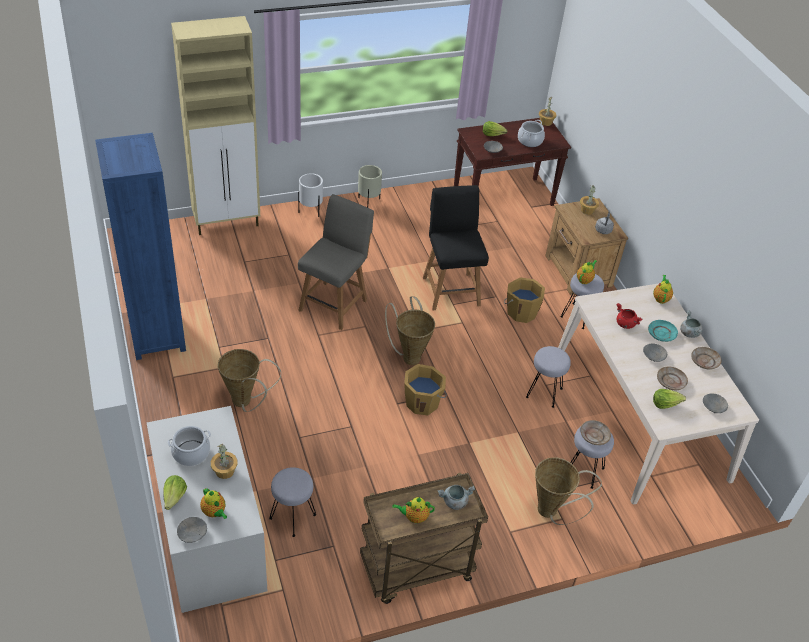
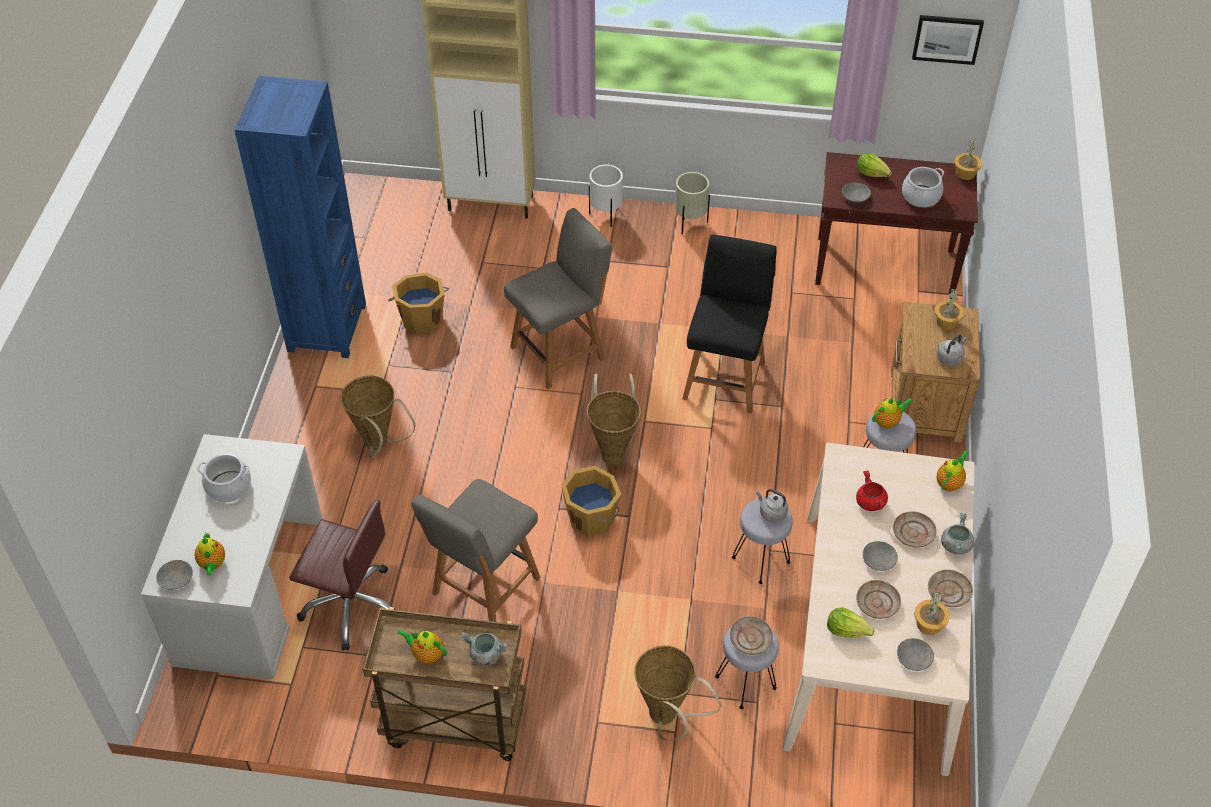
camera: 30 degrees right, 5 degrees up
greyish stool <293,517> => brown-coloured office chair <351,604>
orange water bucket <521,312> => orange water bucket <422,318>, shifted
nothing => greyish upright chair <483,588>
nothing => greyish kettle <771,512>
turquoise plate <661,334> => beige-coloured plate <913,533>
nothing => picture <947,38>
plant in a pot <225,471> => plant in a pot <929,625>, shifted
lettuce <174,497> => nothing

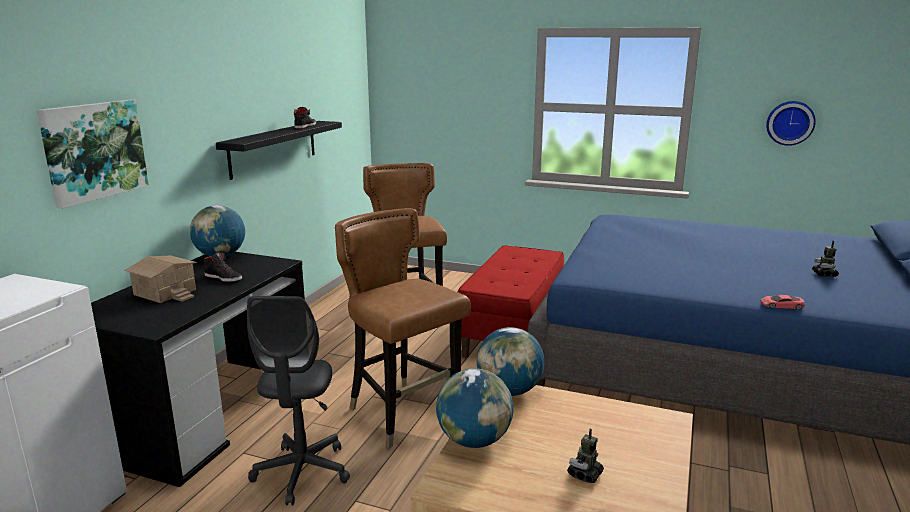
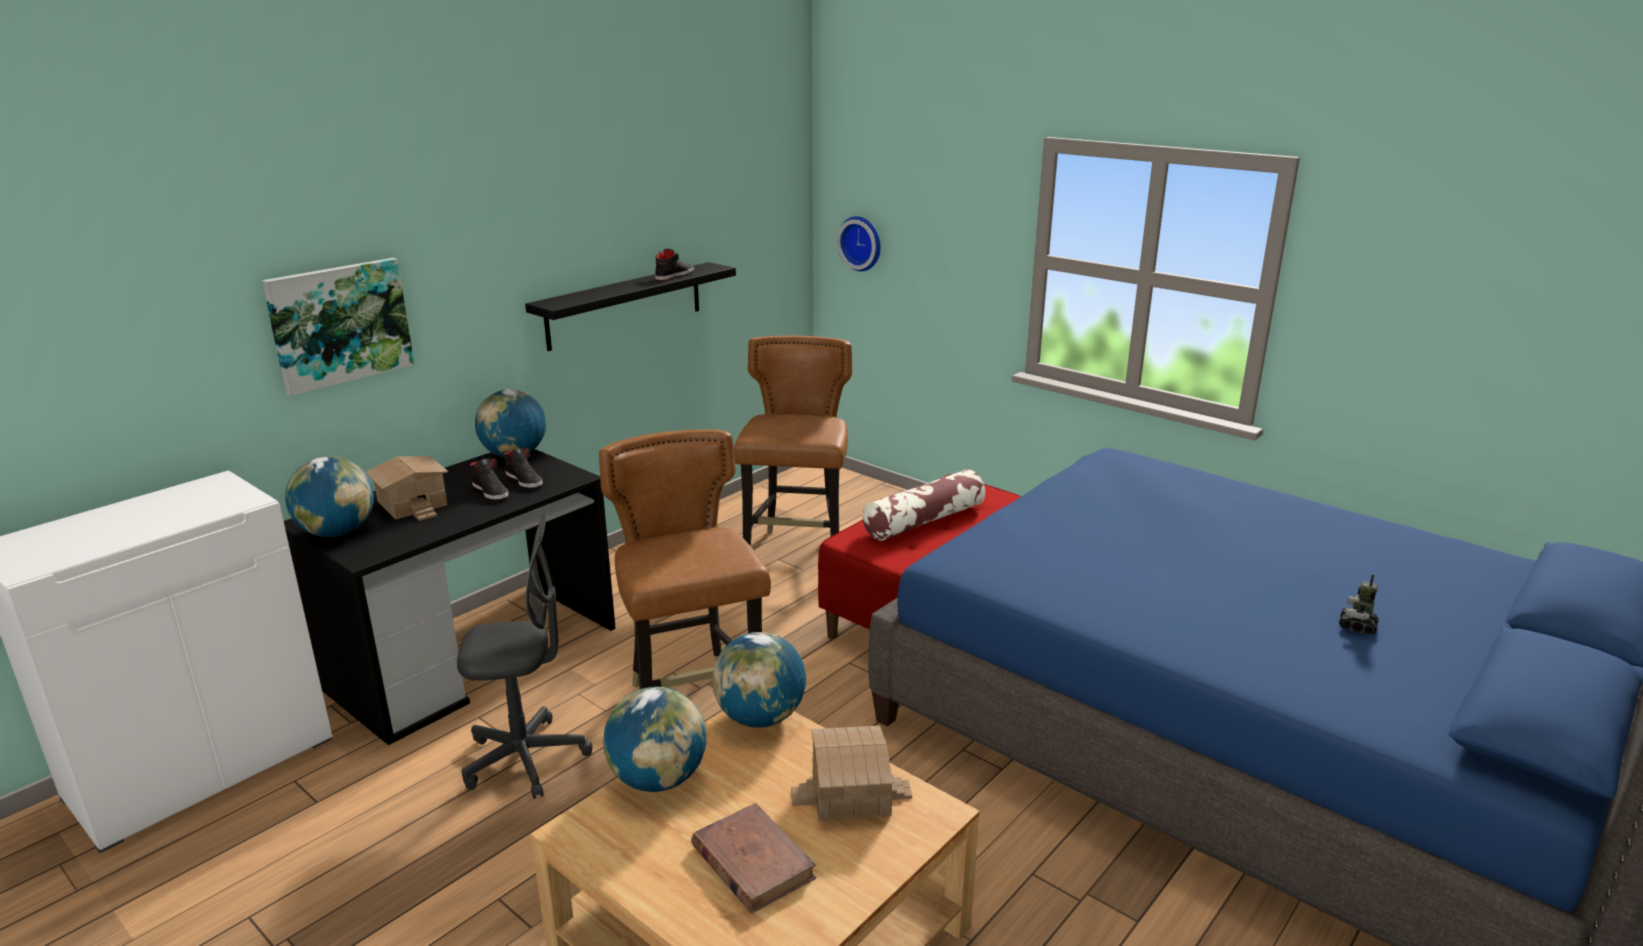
camera: 20 degrees right, 5 degrees up
nothing => globe <337,532>
greyish office chair <302,472> => greyish office chair <526,759>, 120 degrees counterclockwise
nothing => black-coloured low shoe <524,480>
toy robot <585,474> => brown-coloured bound book <752,862>
nothing => toy house <851,795>
wall clock <790,123> => wall clock <862,243>, shifted
nothing => pillow <924,521>
reddish toy car <781,305> => nothing

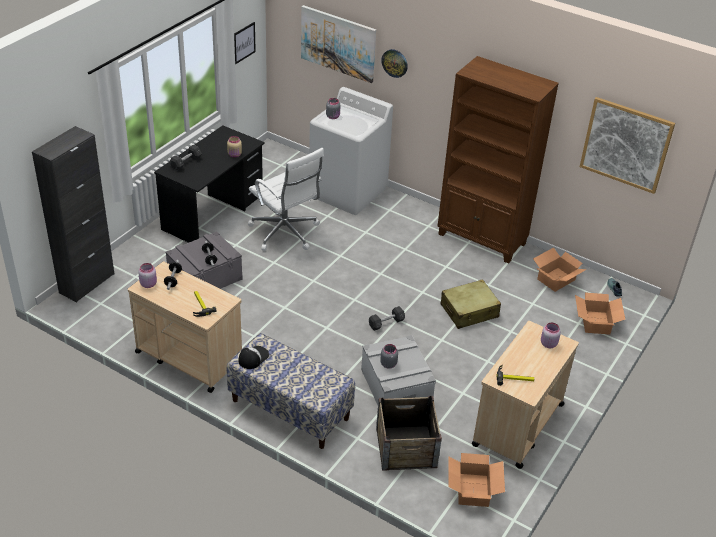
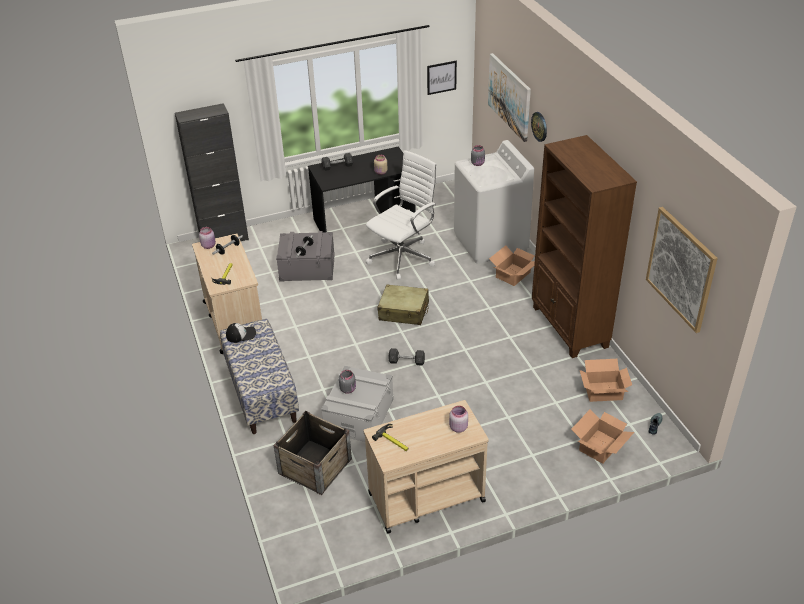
camera: 40 degrees right, 0 degrees up
white office chair <285,233> => white office chair <403,257>, 135 degrees counterclockwise
beige-coloured suitcase <469,311> => beige-coloured suitcase <404,311>, shifted
carton <472,490> => carton <512,275>, shifted

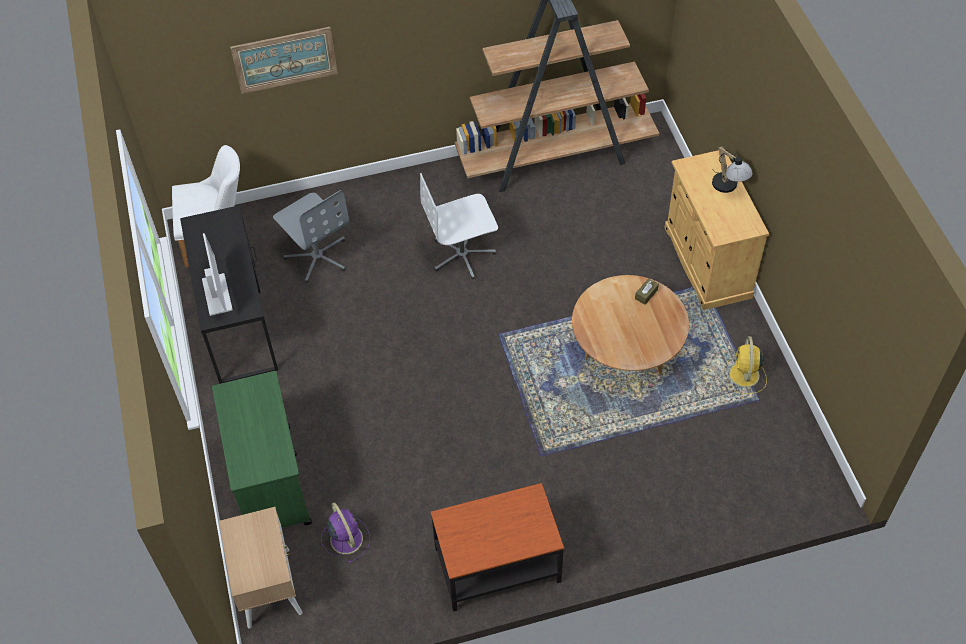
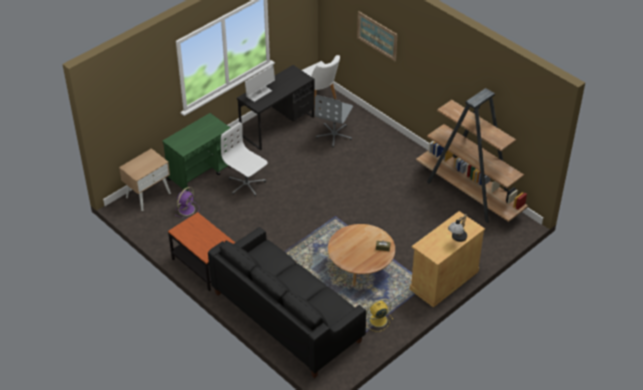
camera: 60 degrees right, 10 degrees down
nothing => black-coloured couch <286,317>
white office chair <462,255> => white office chair <246,184>, shifted

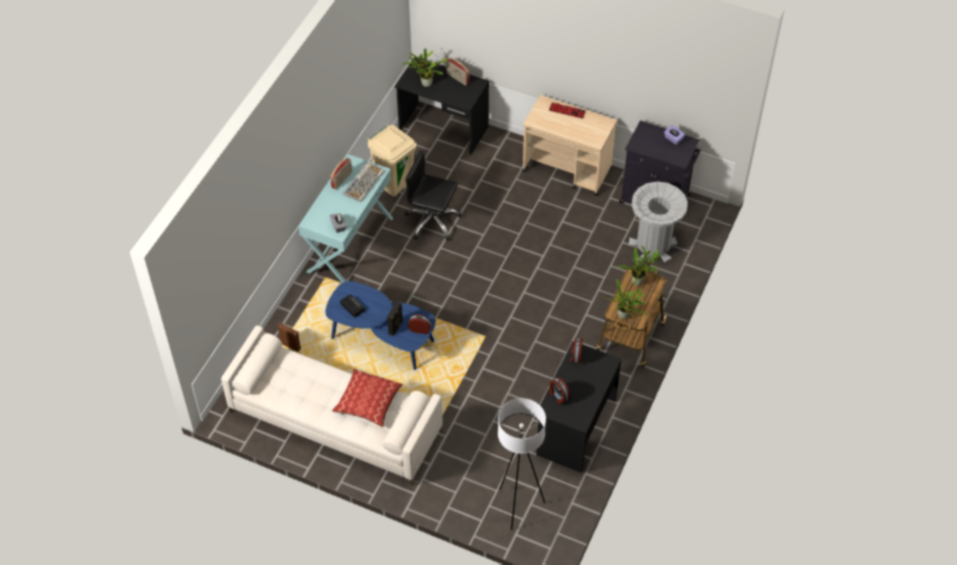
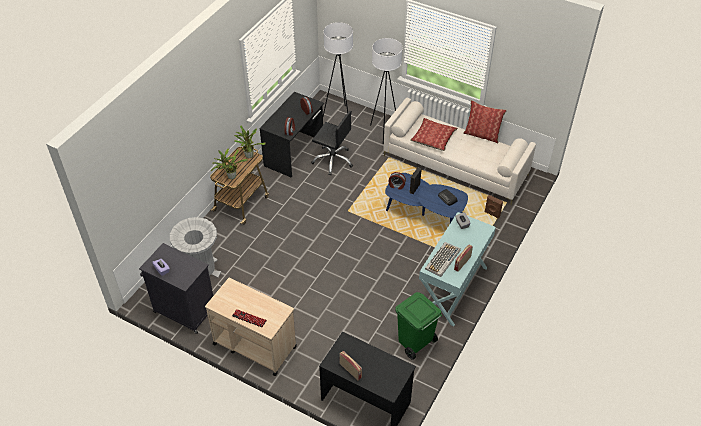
camera: 175 degrees left, 5 degrees down
black-coloured office chair <432,222> => black-coloured office chair <333,160>, shifted
nothing => white standing lamp <383,132>
beige-coloured rubbish bin <394,183> => green-coloured rubbish bin <415,343>
nothing => pillow <482,134>
plant in a pot <425,83> => nothing

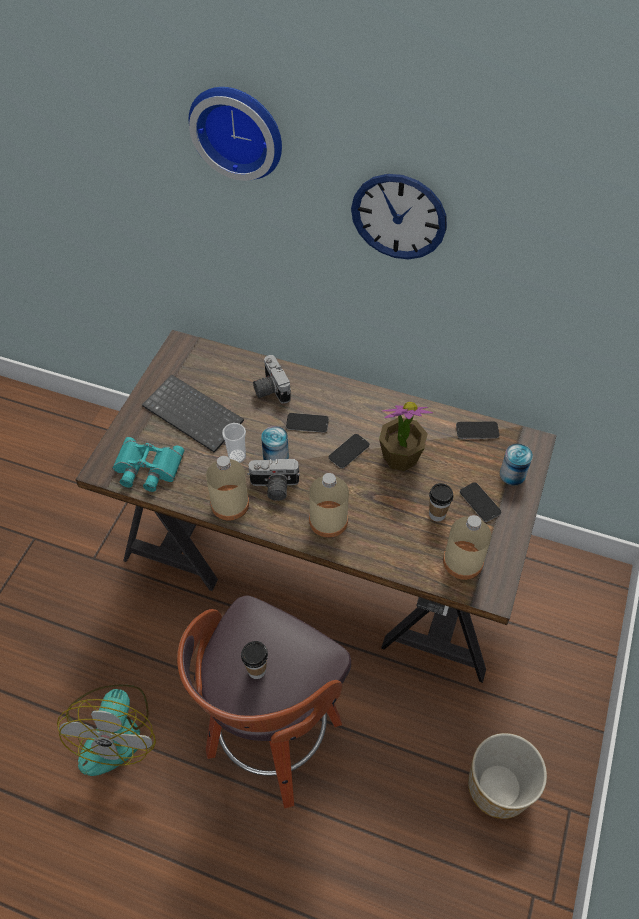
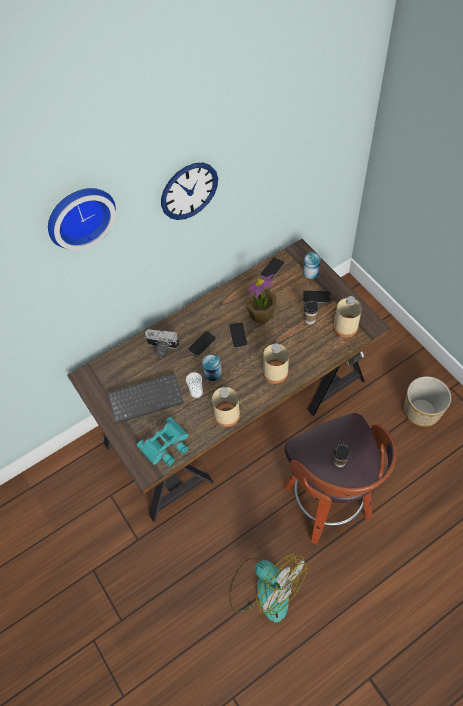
camera: 50 degrees left, 5 degrees up
still camera <274,488> => nothing

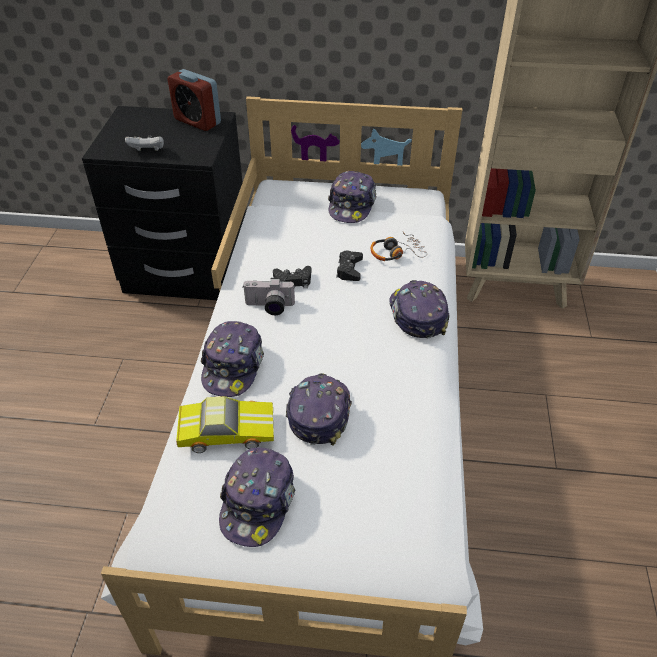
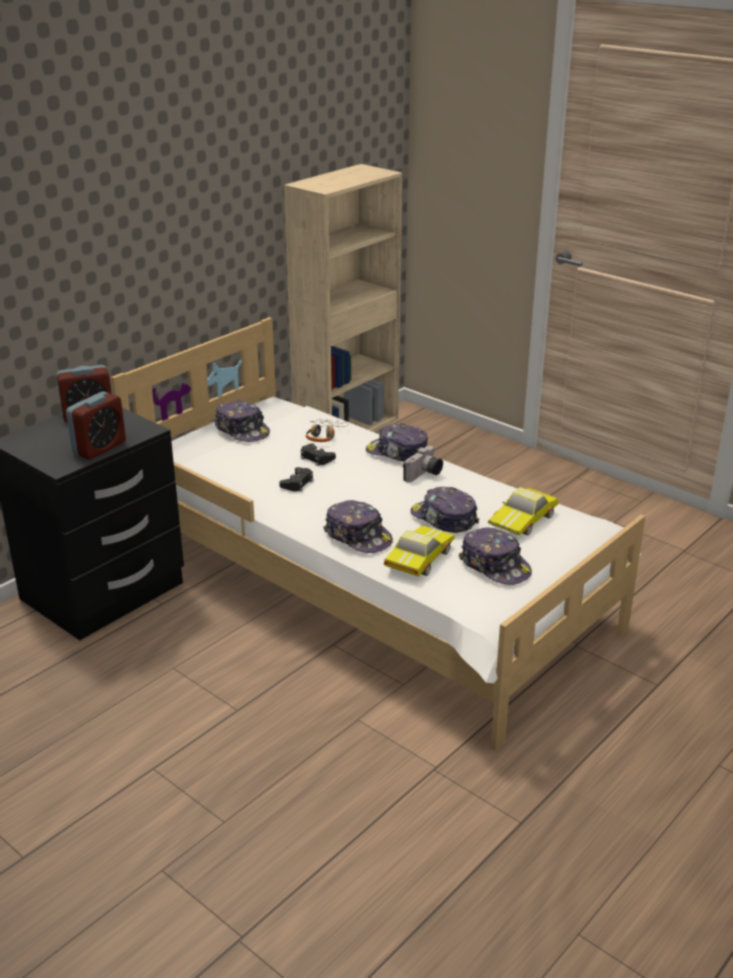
camera: 55 degrees left, 15 degrees down
white joypad <148,151> => bedside clock <99,448>
still camera <269,307> => still camera <424,475>, shifted
nothing => toy car <524,520>

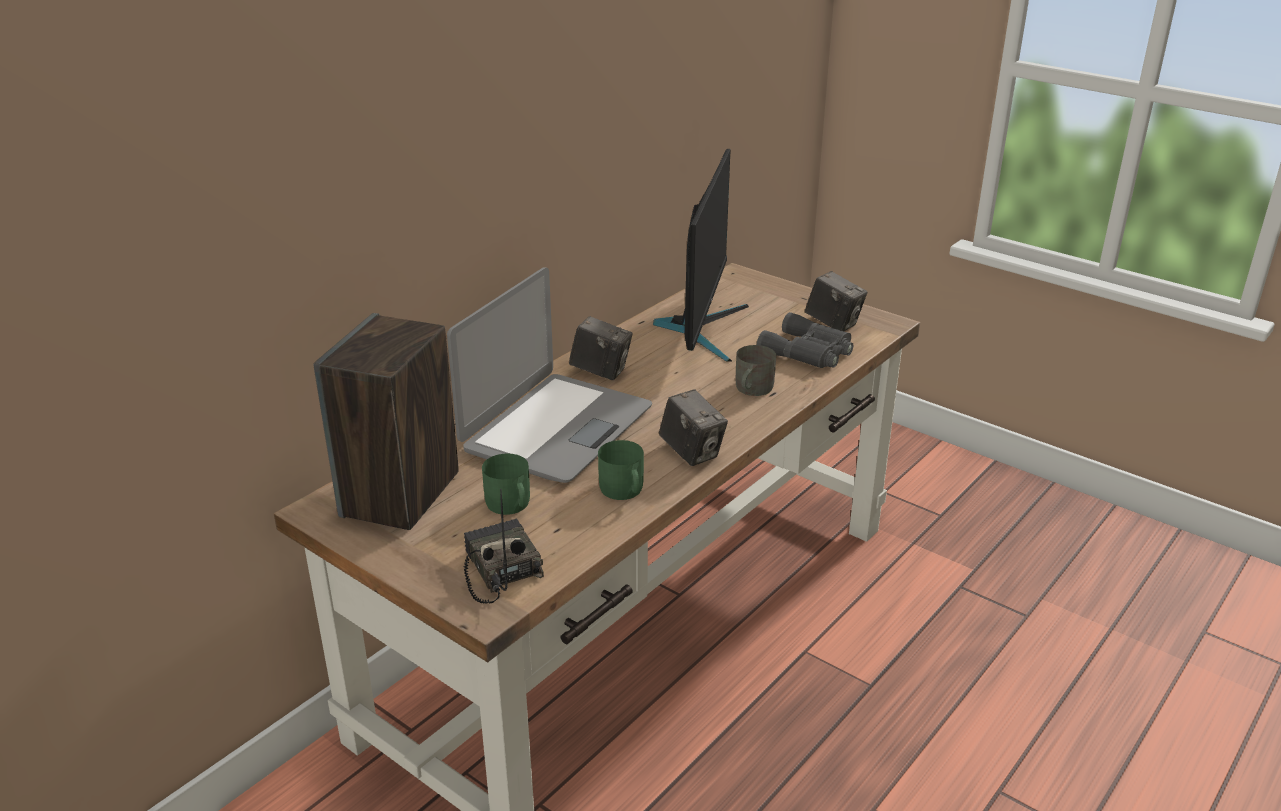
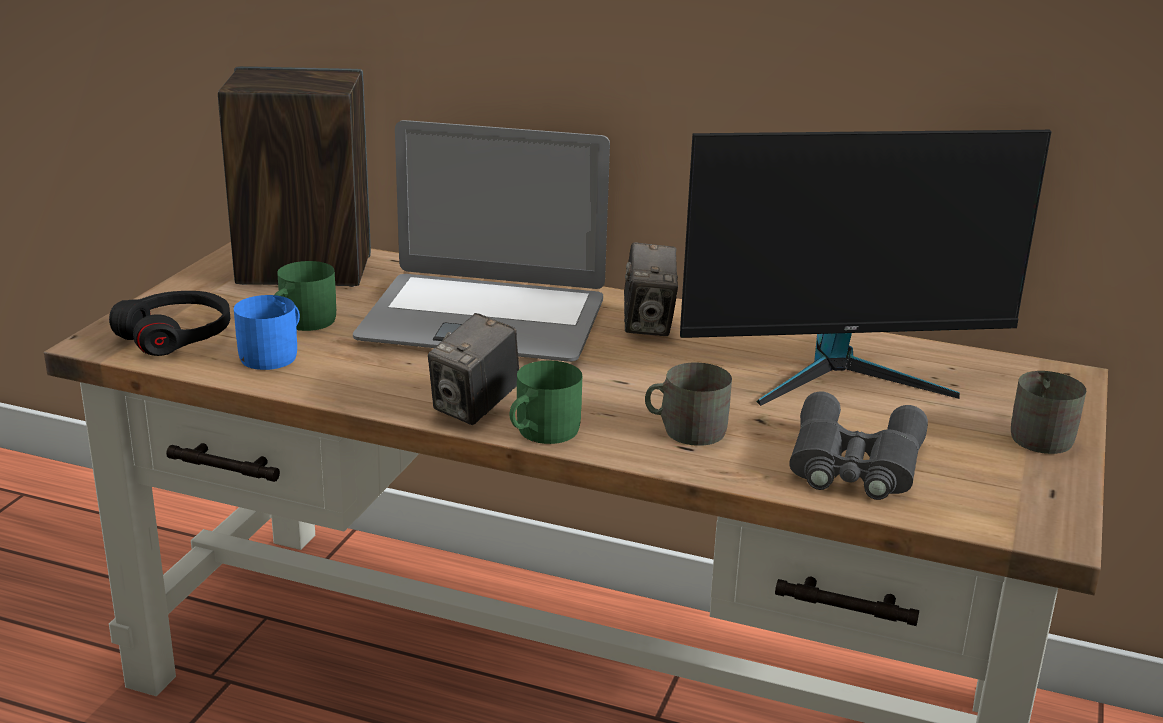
camera: 70 degrees right, 5 degrees down
radio set <498,569> => black-coloured pair of headphones <176,336>
nothing => blue-coloured mug <275,354>
green-coloured mug <623,491> => green-coloured mug <541,432>, shifted
nothing => greyish mug <1042,435>
still camera <833,324> => nothing

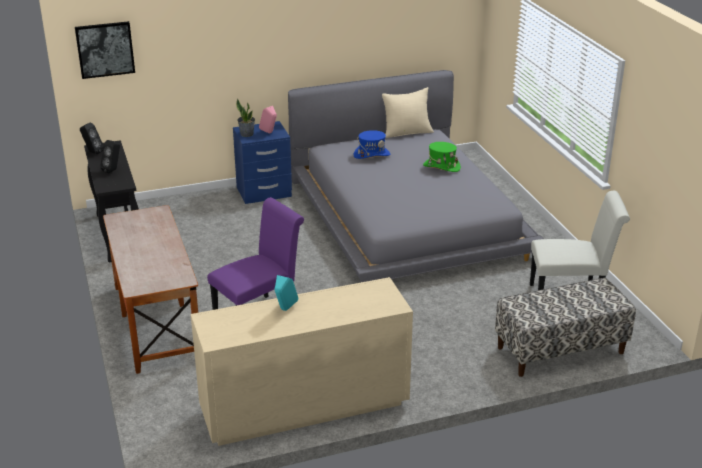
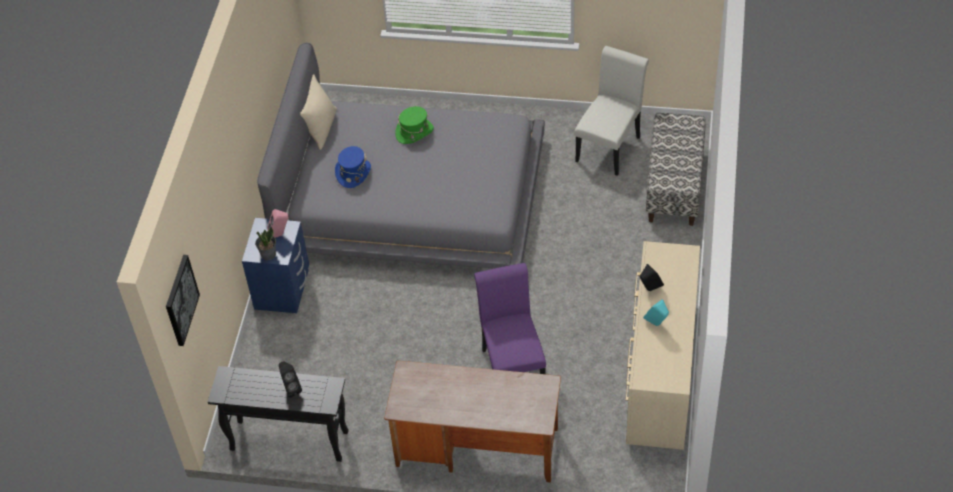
camera: 60 degrees left, 20 degrees up
black-coloured audio speaker <92,152> => black-coloured audio speaker <649,289>, shifted

